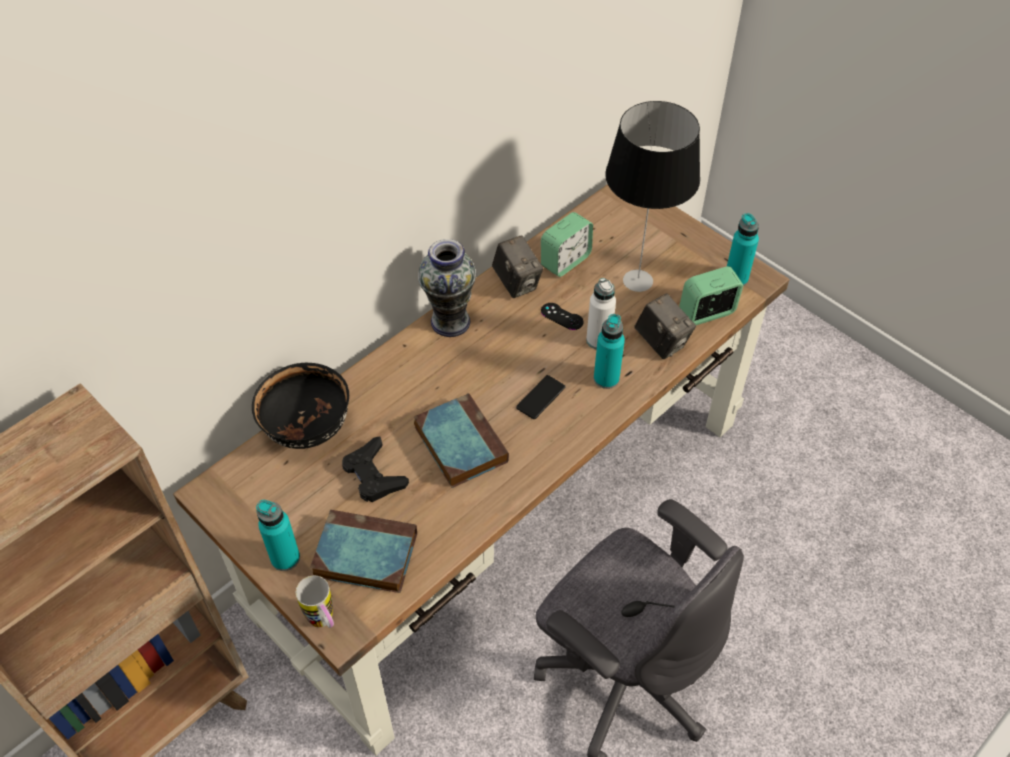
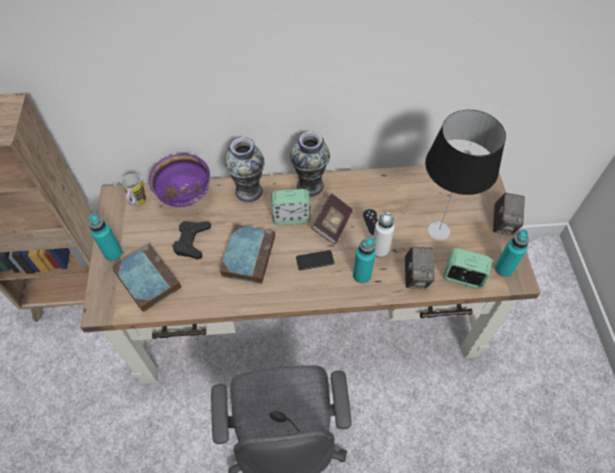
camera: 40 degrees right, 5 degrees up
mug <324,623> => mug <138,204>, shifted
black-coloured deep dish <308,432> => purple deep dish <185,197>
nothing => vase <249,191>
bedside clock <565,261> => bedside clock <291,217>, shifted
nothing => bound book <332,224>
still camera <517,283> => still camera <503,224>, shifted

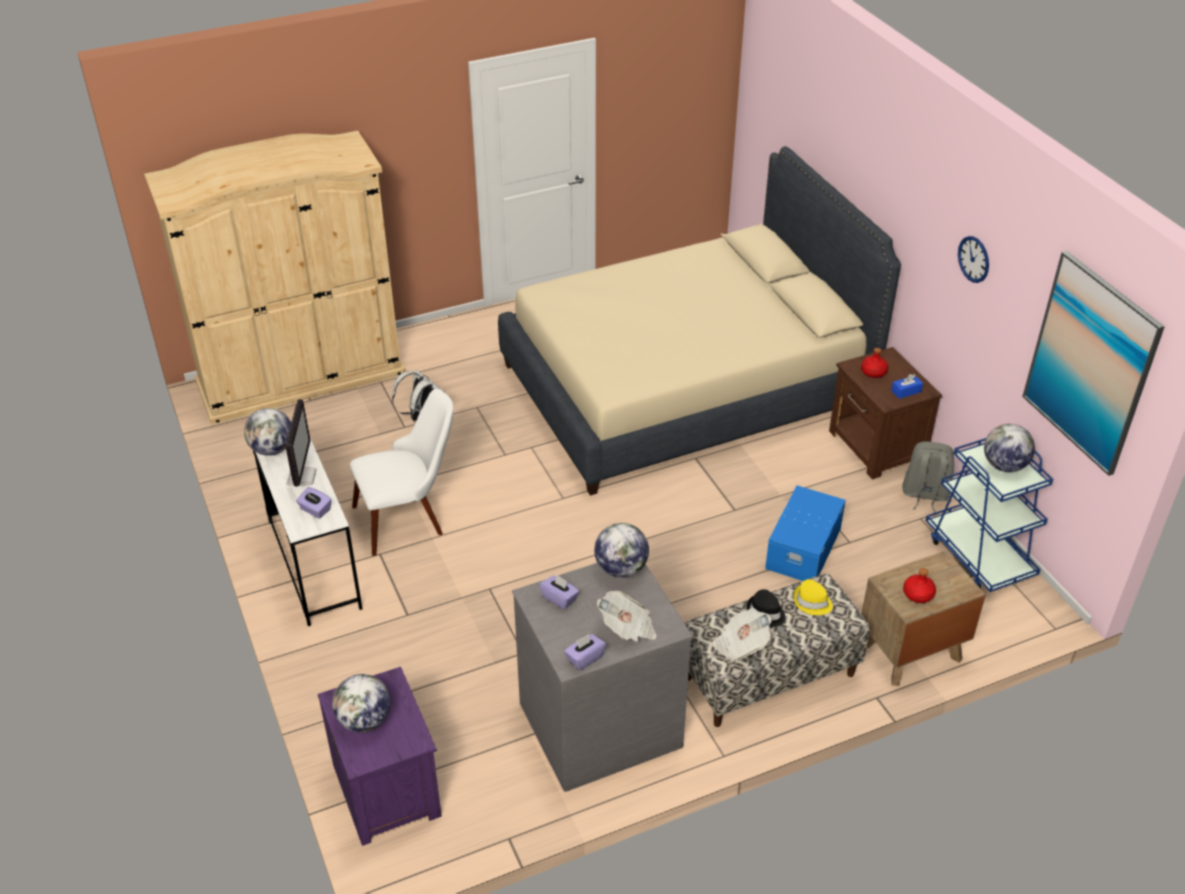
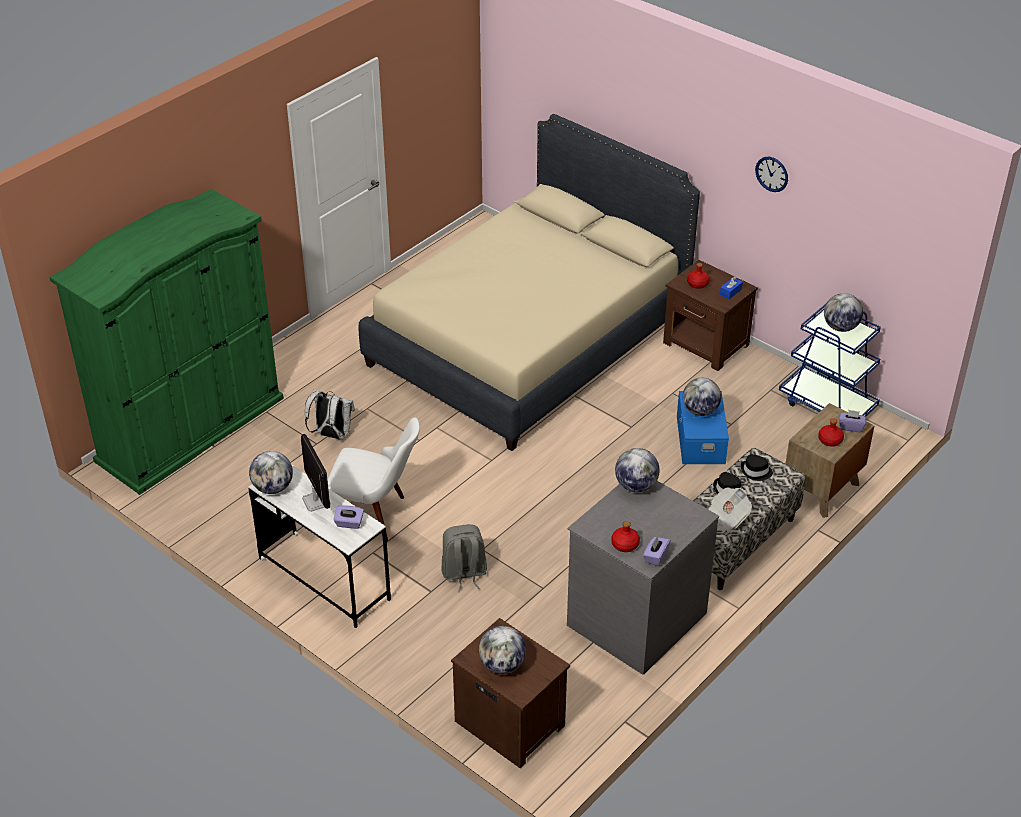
camera: 25 degrees left, 0 degrees up
beige-coloured wardrobe <301,377> => green-coloured wardrobe <190,429>
white upright chair <409,517> => white upright chair <376,515>, 60 degrees clockwise
greyish knapsack <924,495> => greyish knapsack <464,574>, shifted
purple bedside table <387,788> => brown-coloured bedside table <509,722>
nothing => reddish bottle <625,544>
nothing => globe <700,411>
yellowish clothing hat <812,602> => black-coloured clothing hat <756,472>
purple box of tissues <559,598> => purple box of tissues <851,427>, shifted
daily paper <627,628> => nothing
picture <1090,363> => nothing

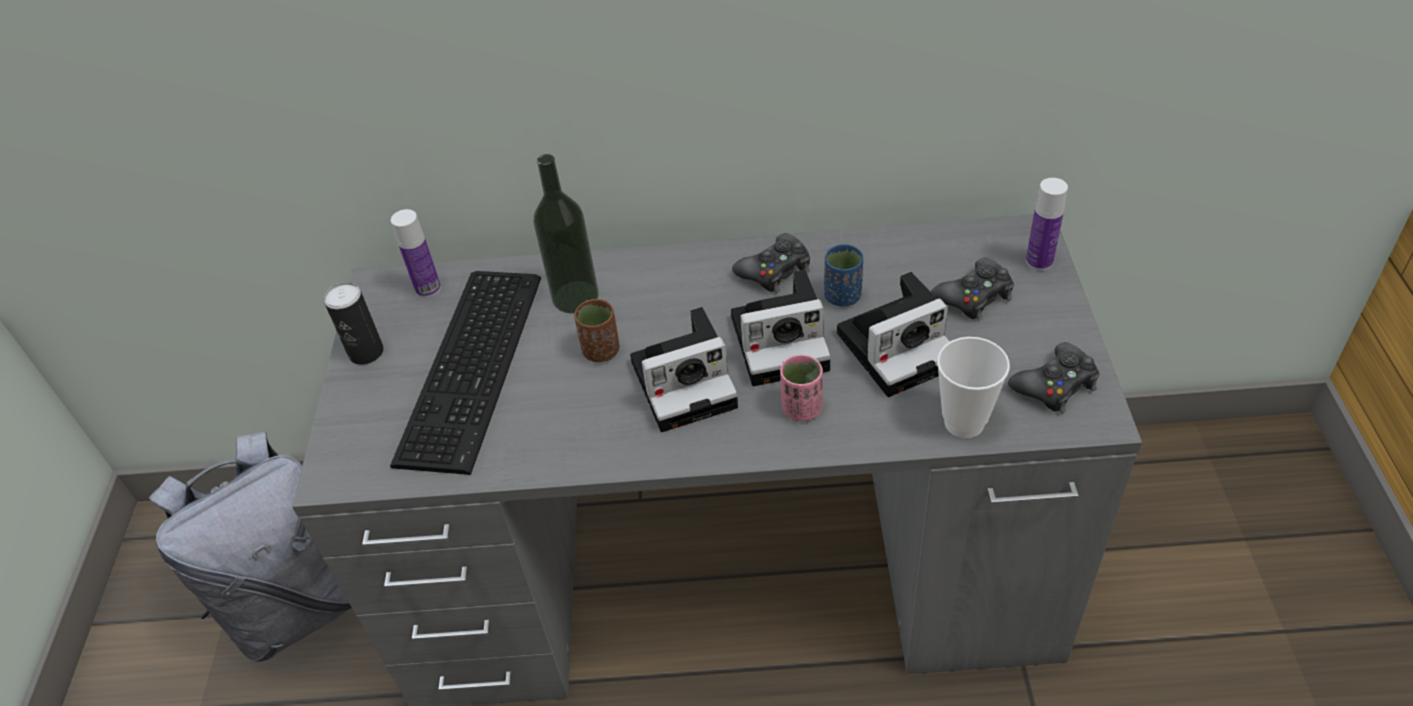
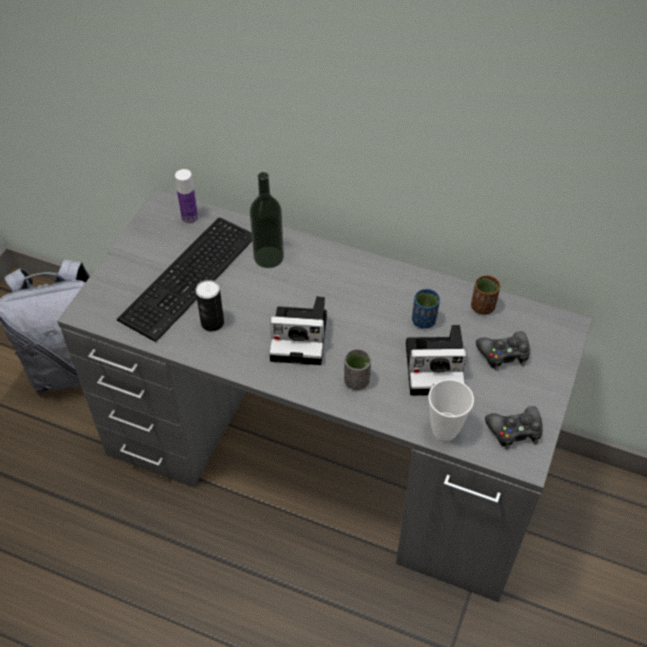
camera: 20 degrees right, 5 degrees up
sealed can <366,352> => sealed can <212,322>, shifted
pink-coloured cup <802,408> => greyish cup <356,381>
brown-coloured cup <601,351> => brown-coloured cup <482,307>, shifted
still camera <783,341> => nothing
black-coloured joypad <775,270> => nothing
bottle <1039,261> => nothing

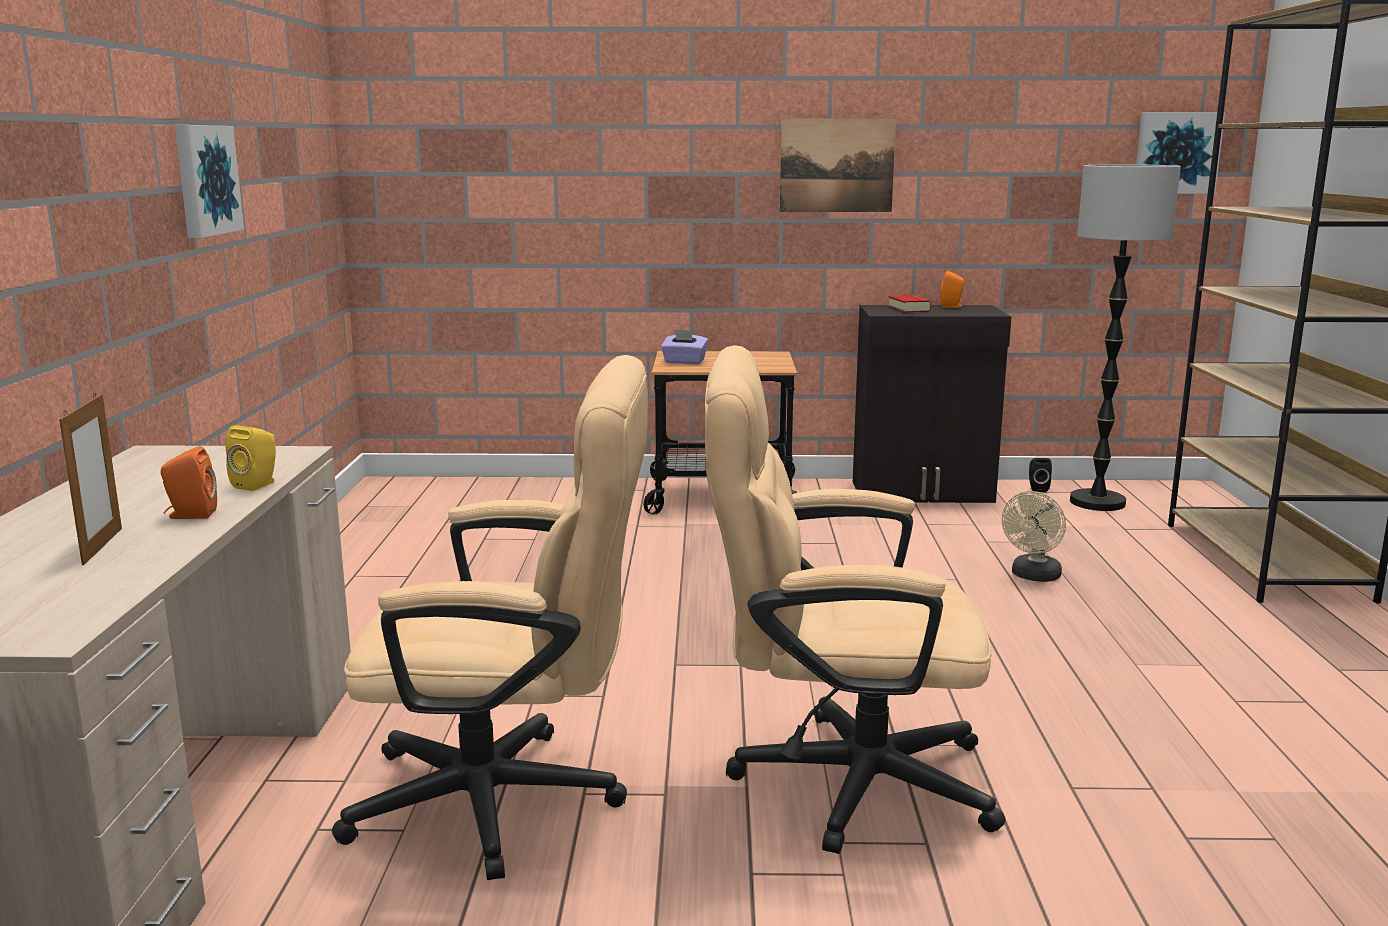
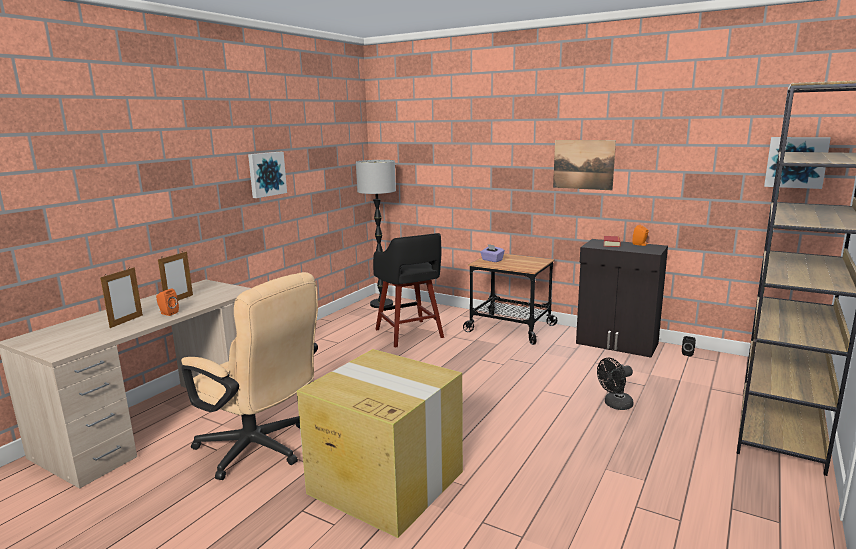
camera: 30 degrees right, 0 degrees up
nothing => photo frame <179,300>
beige-coloured office chair <837,780> => carton <385,482>
standing lamp <1097,502> => standing lamp <381,304>, shifted
nothing => black-coloured stool <409,334>
beige-coloured electric fan <1033,577> => black-coloured electric fan <615,405>
yellowish audio speaker <258,484> => nothing

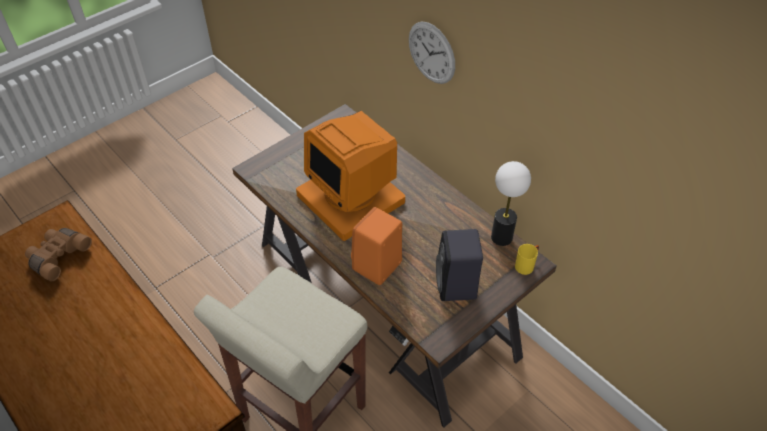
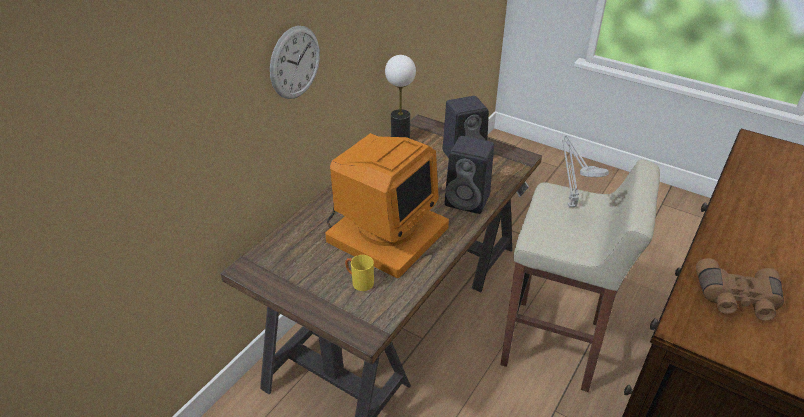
camera: 105 degrees left, 10 degrees down
yellowish mug <526,265> => yellowish mug <359,282>, shifted
orange audio speaker <376,267> => black-coloured audio speaker <469,200>
nothing => greyish tabletop lamp <570,204>

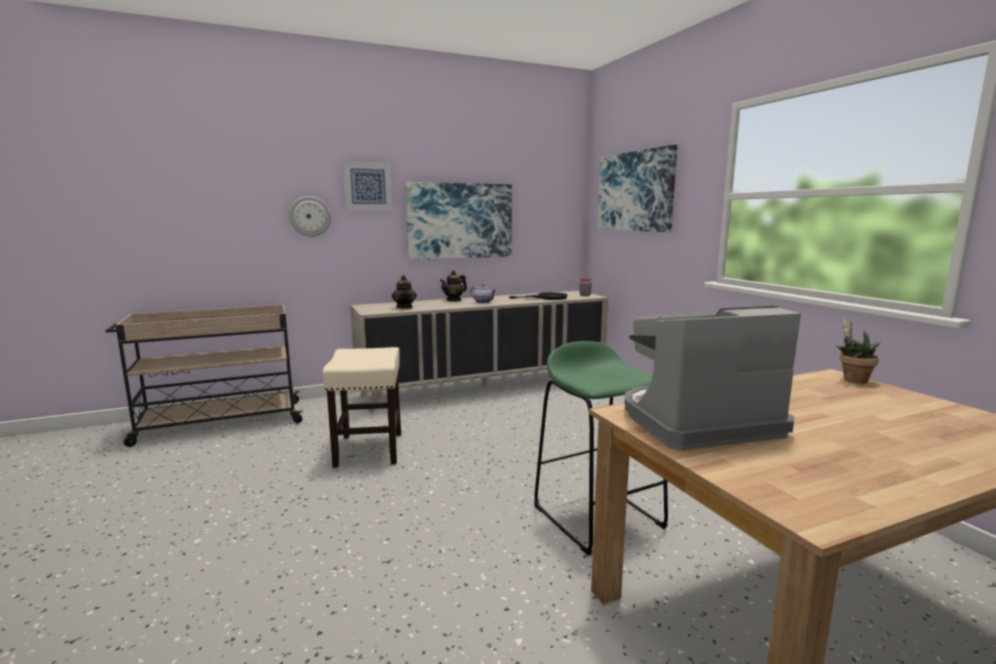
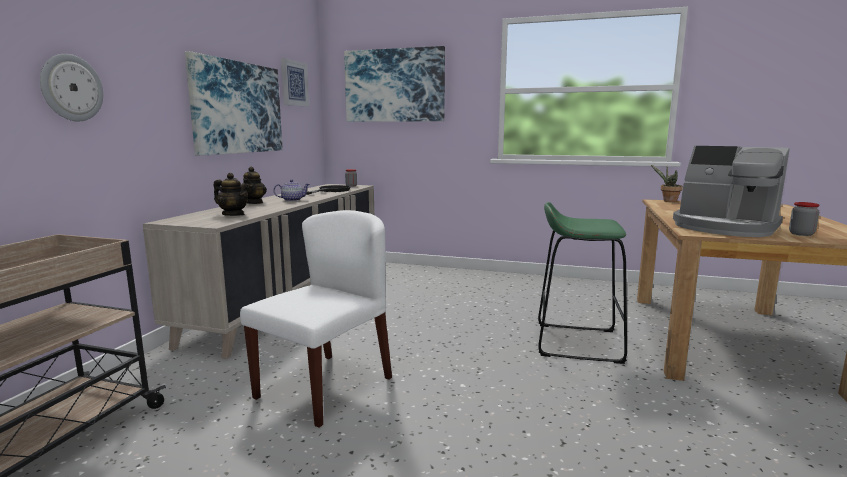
camera: 50 degrees left, 0 degrees up
beige-coloured stool <369,450> => white upright chair <325,386>
picture <367,186> => picture <294,83>, shifted
coffee maker <697,422> => coffee maker <724,227>, 75 degrees counterclockwise
nothing => jar <801,234>

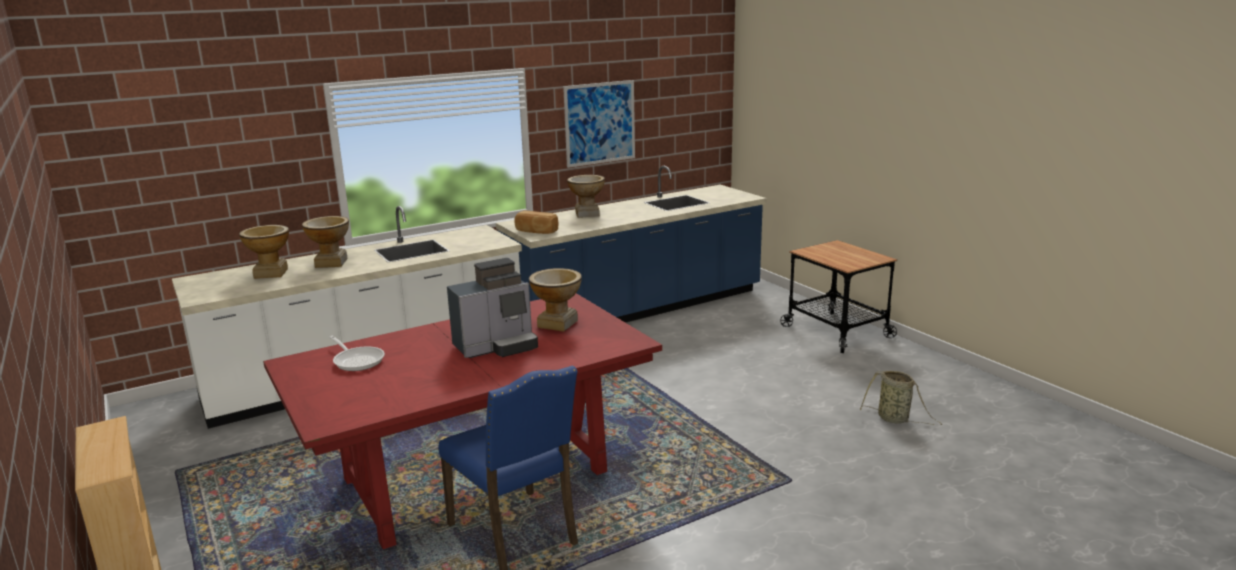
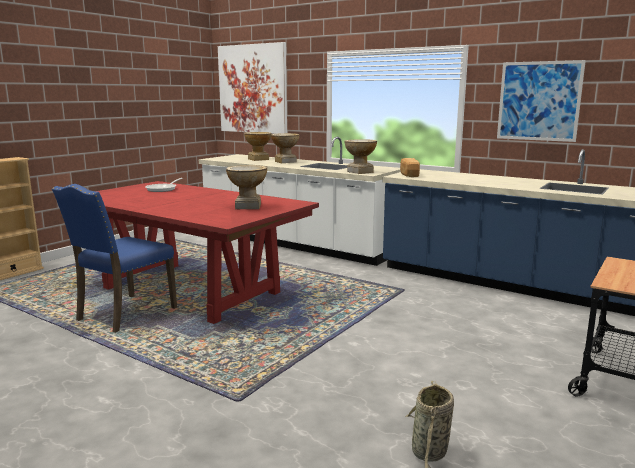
camera: 65 degrees right, 5 degrees down
nothing => picture <253,89>
vase <587,214> => vase <360,172>, shifted
coffee maker <497,346> => nothing

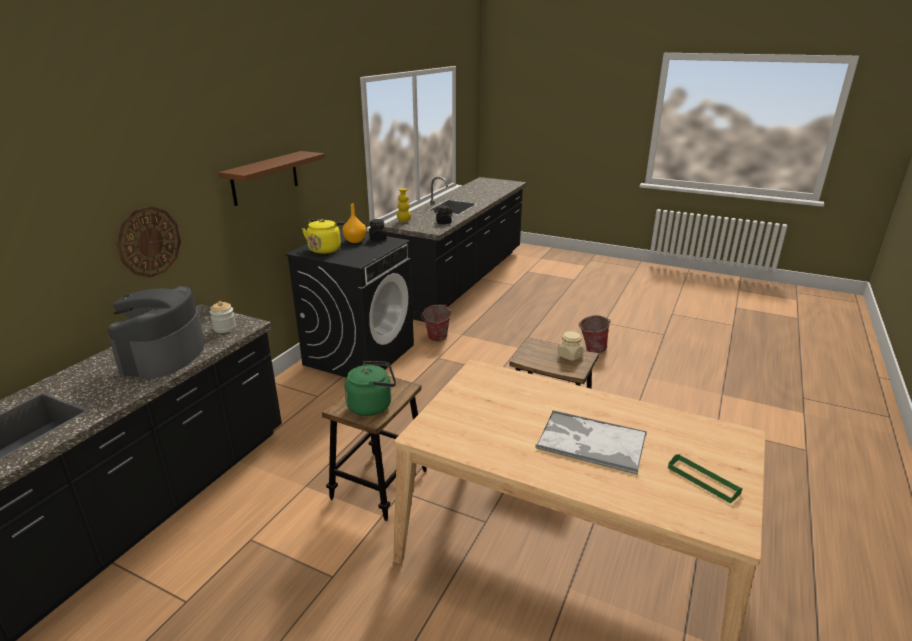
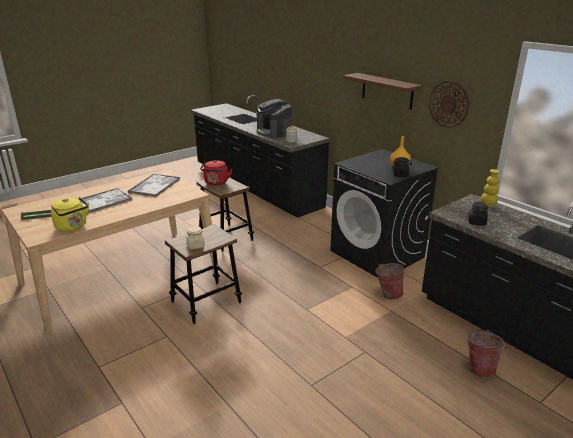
camera: 115 degrees right, 0 degrees up
yellowish kettle <325,249> => yellowish kettle <72,227>, shifted
nothing => tray <155,185>
green-coloured kettle <372,405> => reddish kettle <216,183>
coffee maker <163,355> => coffee maker <274,132>, 150 degrees counterclockwise
wall clock <149,242> => wall clock <448,104>, shifted
water bucket <591,350> => water bucket <480,368>, shifted

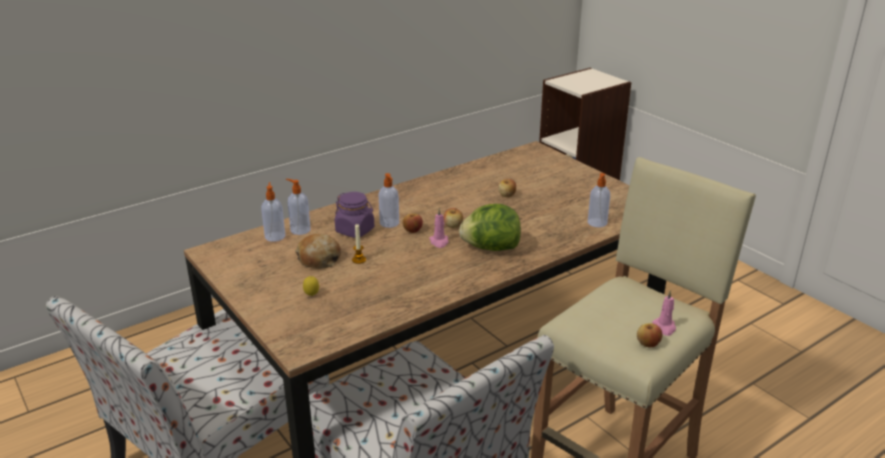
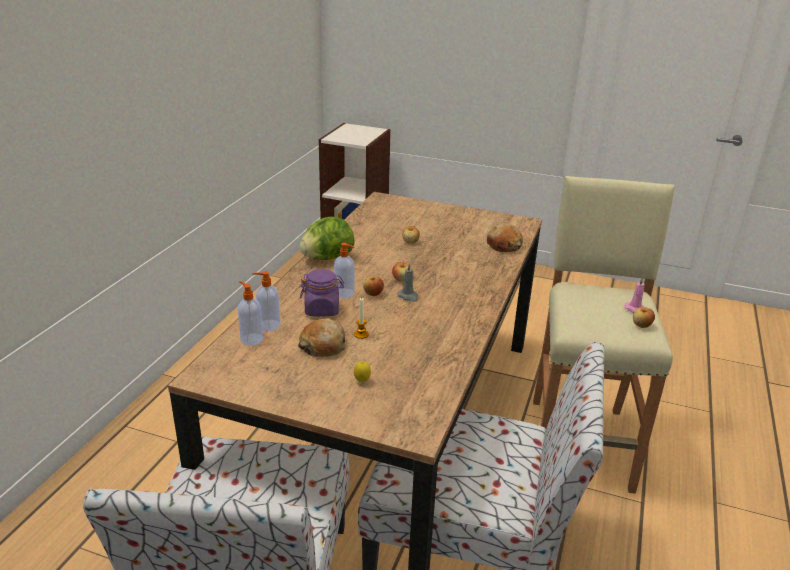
camera: 35 degrees left, 0 degrees up
lettuce <491,248> => lettuce <327,258>, shifted
pink-coloured wax light <439,242> => greyish wax light <408,296>
soap dispenser <597,223> => baked bread <504,245>

